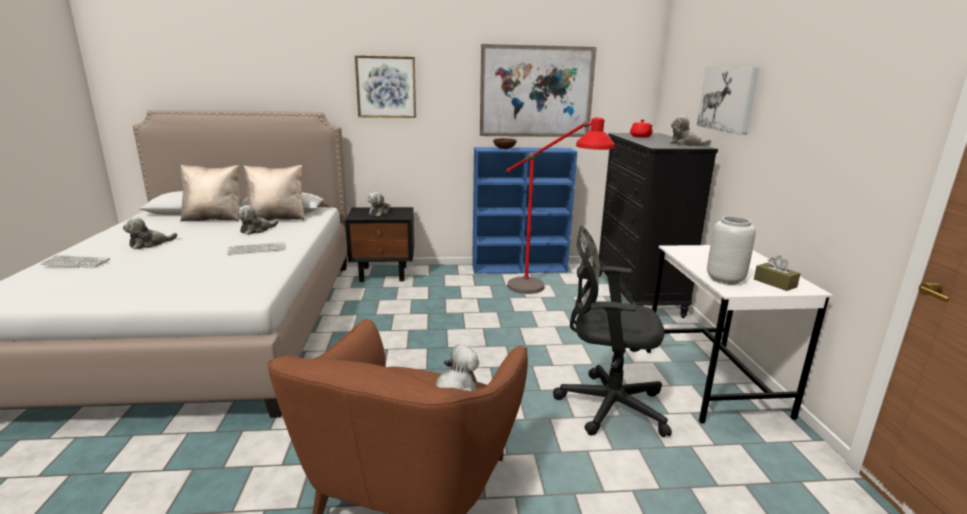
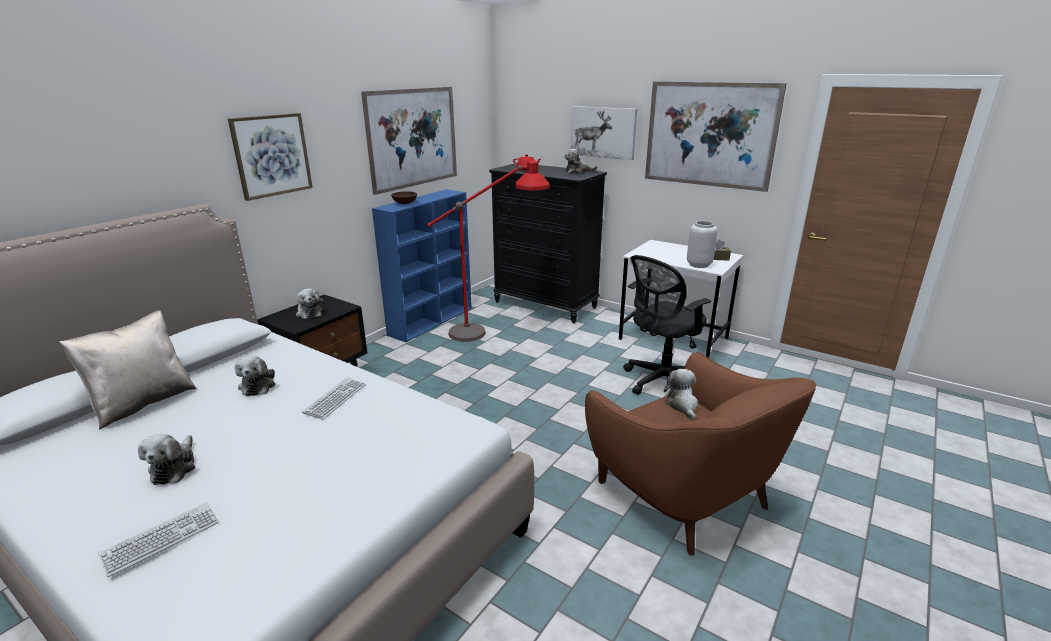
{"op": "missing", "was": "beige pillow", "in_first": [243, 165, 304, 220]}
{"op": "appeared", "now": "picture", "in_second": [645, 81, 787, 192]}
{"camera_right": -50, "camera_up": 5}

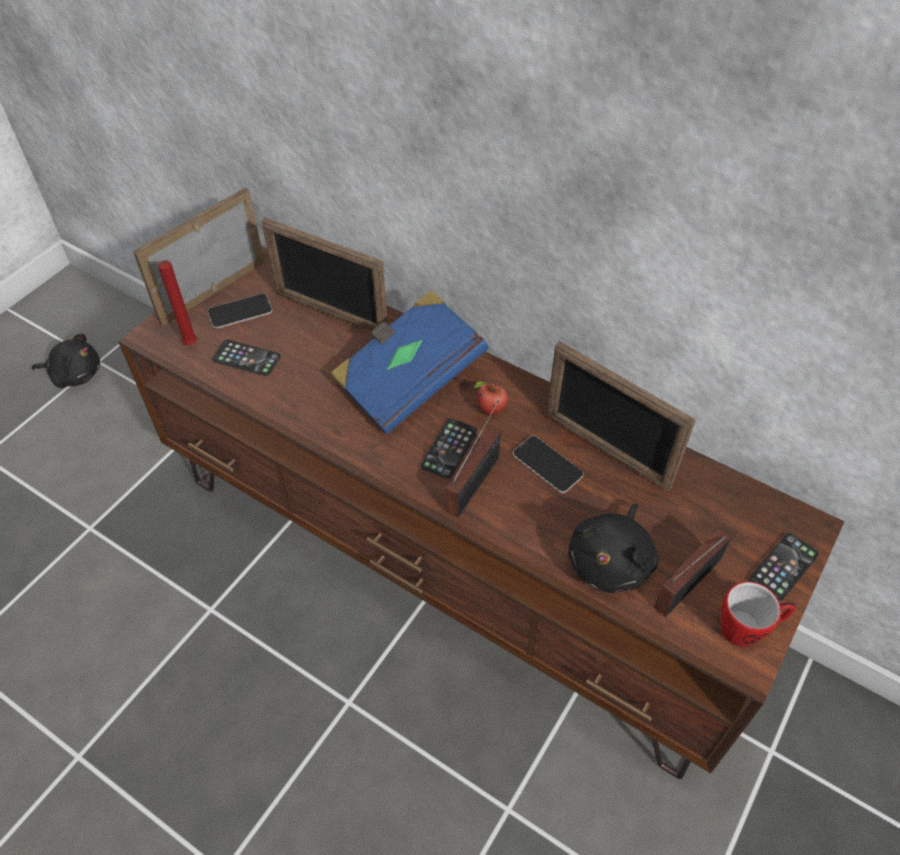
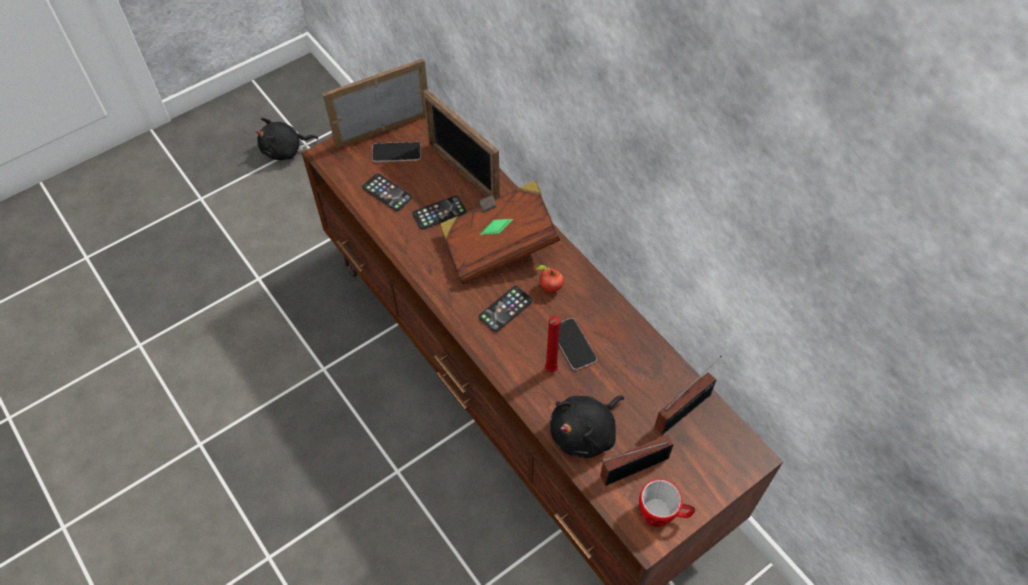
{"op": "spun", "was": "black plush toy", "in_first": [32, 333, 100, 388], "in_second": [255, 118, 318, 160], "clockwise": 135}
{"op": "relocated", "was": "red candle", "in_first": [157, 260, 197, 345], "in_second": [545, 315, 561, 373]}
{"op": "colour", "was": "blue book", "now": "brown book", "in_first": [330, 290, 489, 435], "in_second": [440, 181, 560, 284]}
{"op": "relocated", "was": "radio", "in_first": [446, 400, 501, 518], "in_second": [654, 355, 722, 435]}
{"op": "missing", "was": "picture frame", "in_first": [546, 341, 696, 491]}
{"op": "relocated", "was": "phone", "in_first": [749, 533, 819, 602], "in_second": [412, 196, 466, 230]}
{"camera_right": 20, "camera_up": 5}

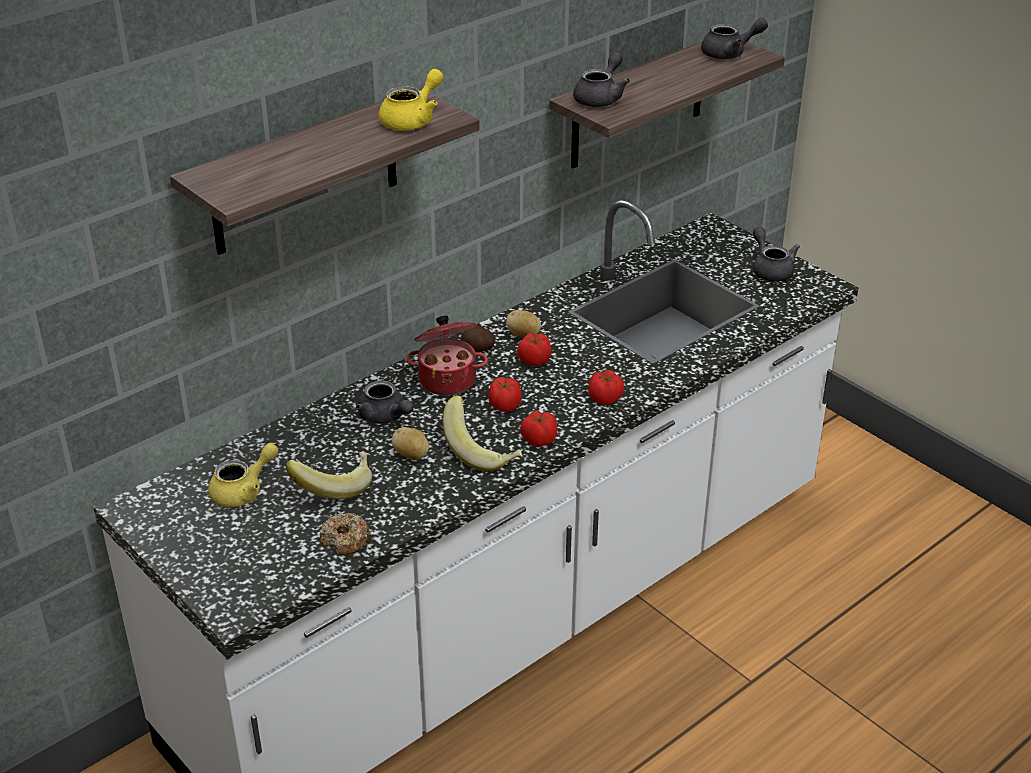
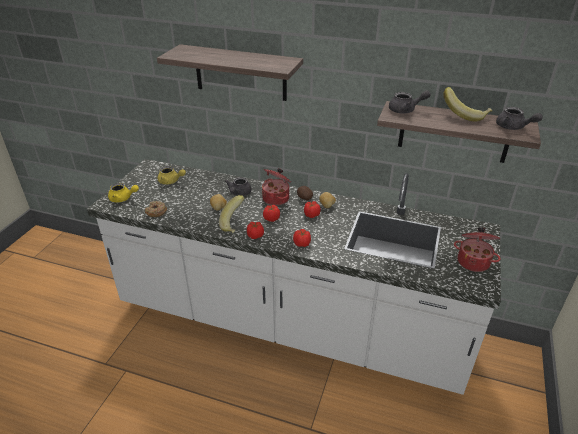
{"op": "relocated", "was": "banana", "in_first": [286, 452, 372, 499], "in_second": [443, 87, 493, 122]}
{"op": "relocated", "was": "yellow teapot", "in_first": [378, 69, 443, 130], "in_second": [108, 183, 139, 202]}
{"op": "exchanged", "was": "grey teapot", "now": "cooking pot", "in_first": [753, 227, 800, 282], "in_second": [454, 227, 500, 272]}
{"camera_right": 60, "camera_up": 0}

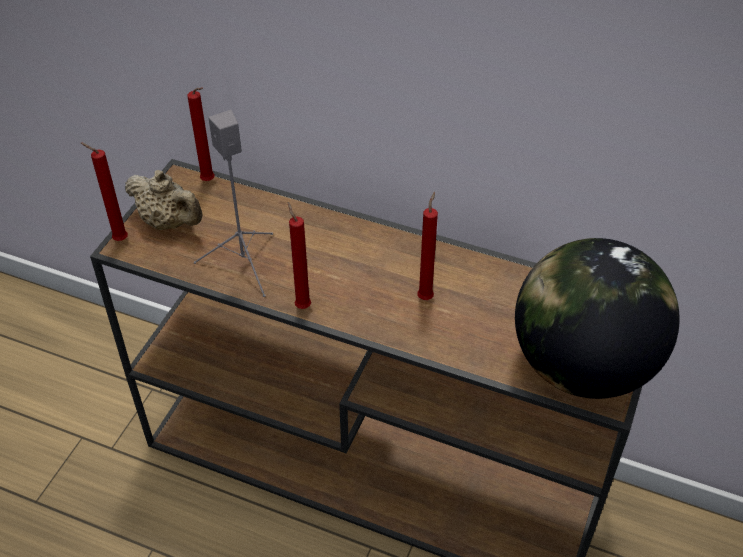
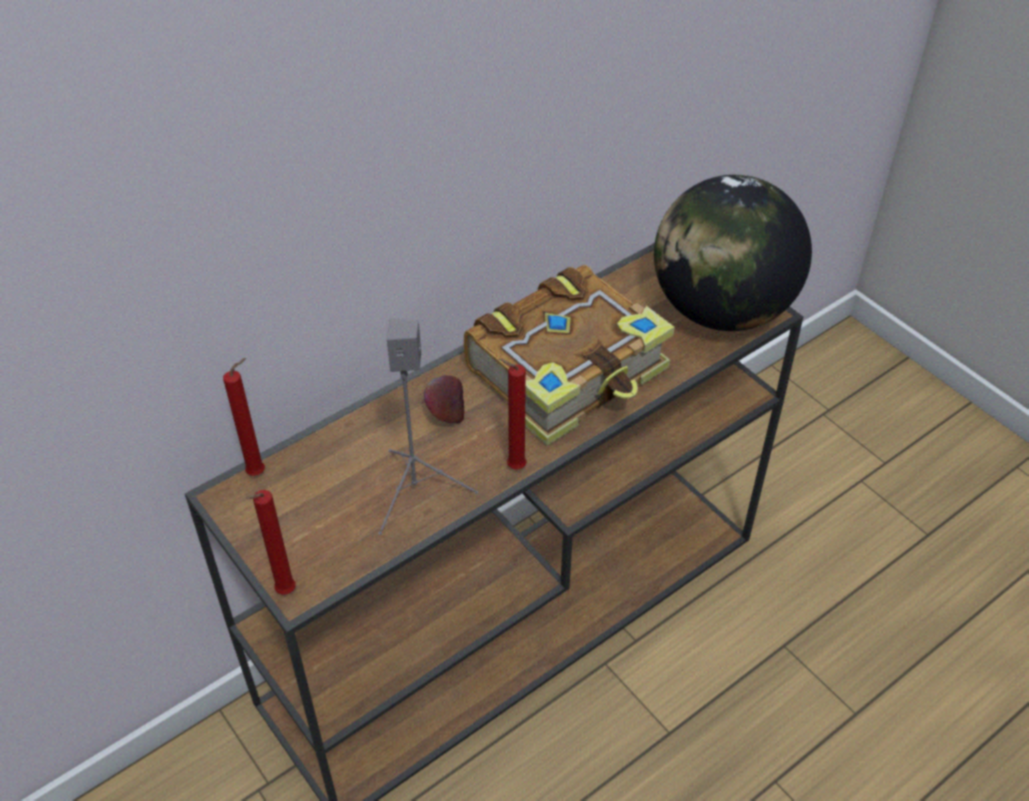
{"op": "missing", "was": "beige teapot", "in_first": [125, 170, 203, 230]}
{"op": "exchanged", "was": "red candle", "now": "book", "in_first": [417, 192, 438, 300], "in_second": [464, 265, 675, 446]}
{"op": "appeared", "now": "apple", "in_second": [424, 375, 464, 423]}
{"camera_right": -60, "camera_up": 0}

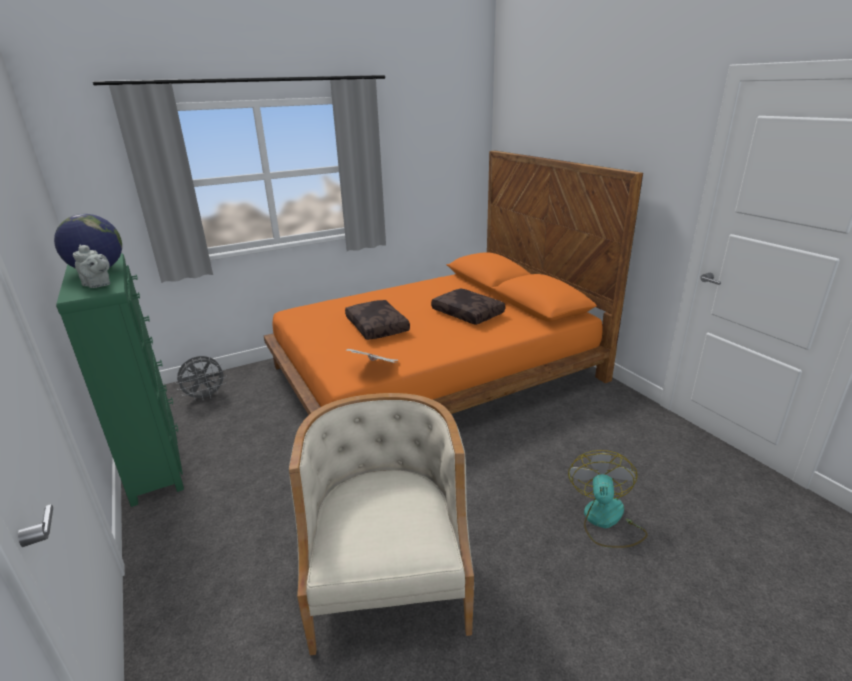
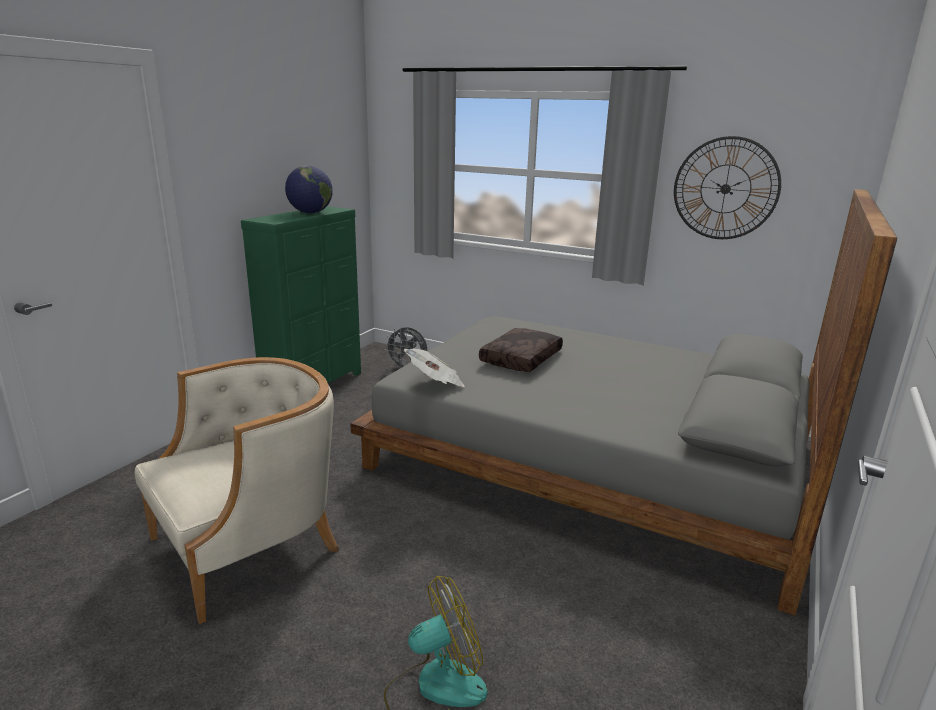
{"op": "missing", "was": "grey teapot", "in_first": [73, 245, 110, 288]}
{"op": "colour", "was": "orange bed", "now": "grey bed", "in_first": [264, 151, 643, 415], "in_second": [350, 189, 897, 616]}
{"op": "missing", "was": "brown pillow", "in_first": [431, 289, 505, 325]}
{"op": "appeared", "now": "wall clock", "in_second": [674, 136, 781, 239]}
{"camera_right": 55, "camera_up": -5}

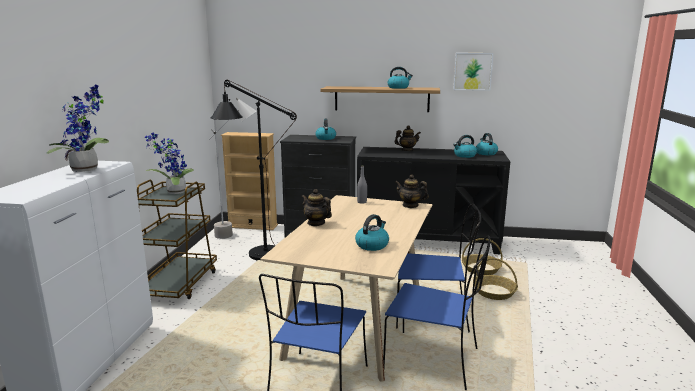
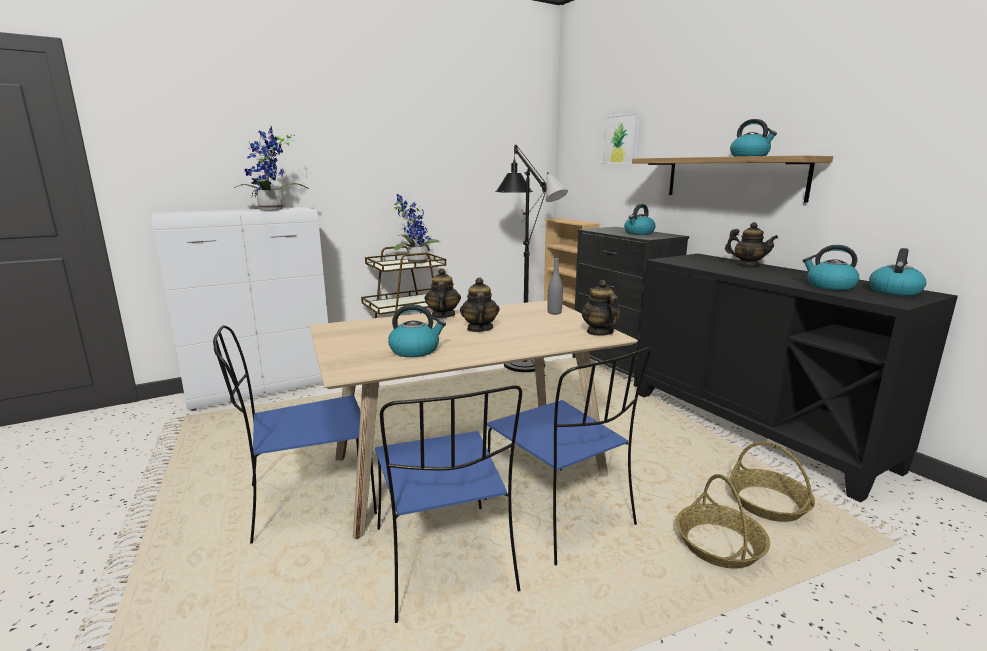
{"op": "relocated", "was": "picture", "in_first": [453, 53, 494, 91], "in_second": [602, 113, 640, 164]}
{"op": "appeared", "now": "teapot", "in_second": [460, 277, 500, 332]}
{"camera_right": 50, "camera_up": 0}

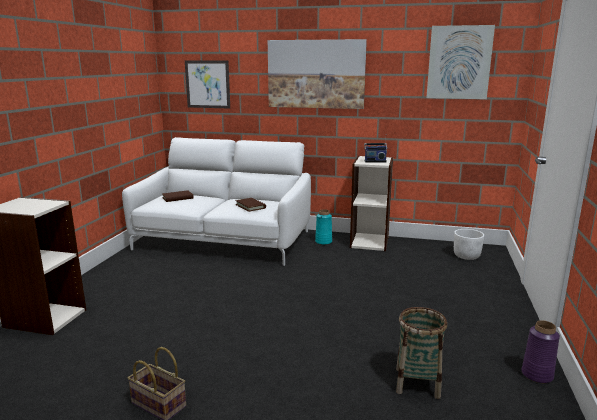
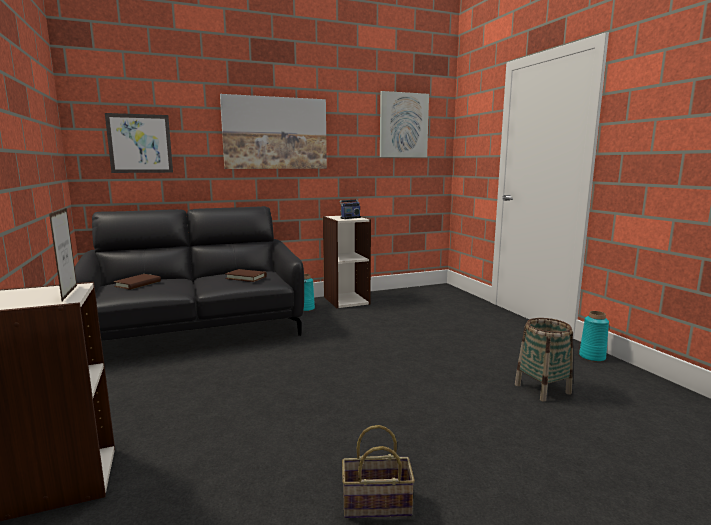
{"op": "colour", "was": "white sofa", "now": "black sofa", "in_first": [122, 137, 311, 266], "in_second": [75, 206, 304, 341]}
{"op": "missing", "was": "white planter", "in_first": [454, 229, 484, 260]}
{"op": "colour", "was": "purple vase", "now": "turquoise vase", "in_first": [522, 320, 560, 383], "in_second": [579, 311, 609, 362]}
{"op": "appeared", "now": "picture frame", "in_second": [49, 208, 77, 301]}
{"camera_right": -35, "camera_up": -5}

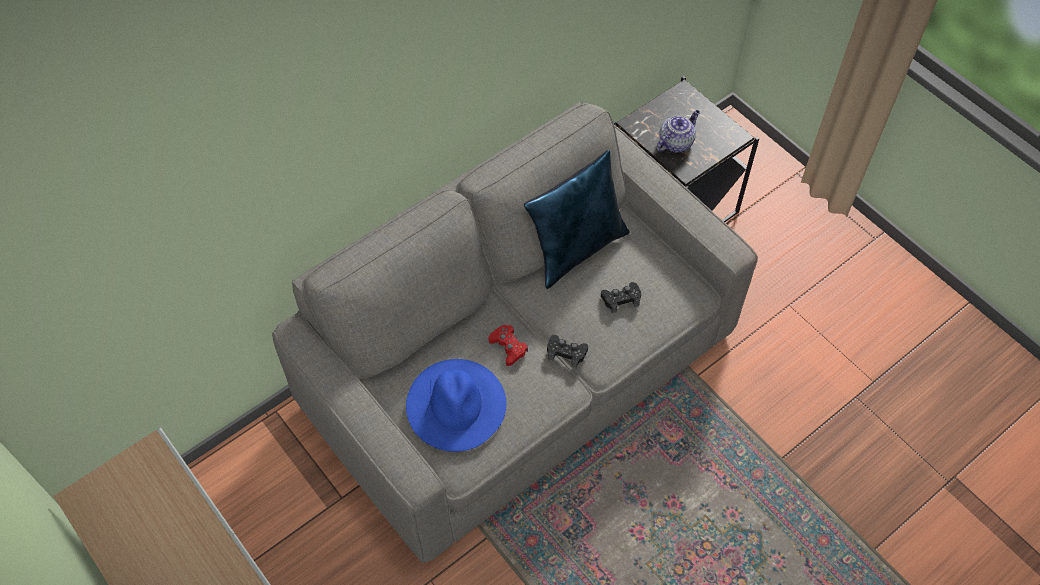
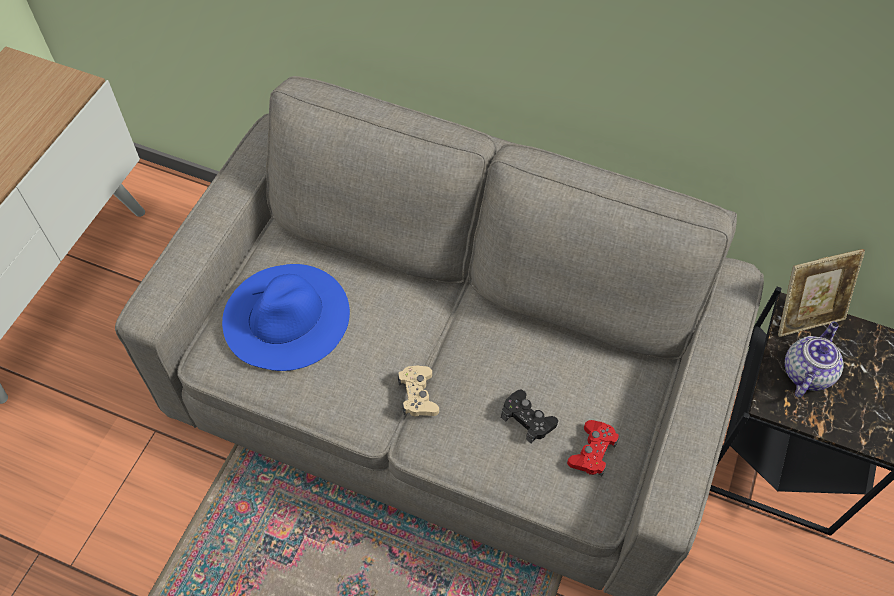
{"op": "relocated", "was": "red game controller", "in_first": [489, 325, 528, 366], "in_second": [567, 420, 619, 477]}
{"op": "missing", "was": "blue pillow", "in_first": [524, 150, 630, 289]}
{"op": "colour", "was": "black game controller", "now": "beige game controller", "in_first": [547, 335, 588, 368], "in_second": [398, 365, 439, 416]}
{"op": "spun", "was": "teapot", "in_first": [657, 110, 700, 153], "in_second": [785, 321, 844, 398], "clockwise": -75}
{"op": "appeared", "now": "picture frame", "in_second": [778, 249, 865, 337]}
{"camera_right": 60, "camera_up": 0}

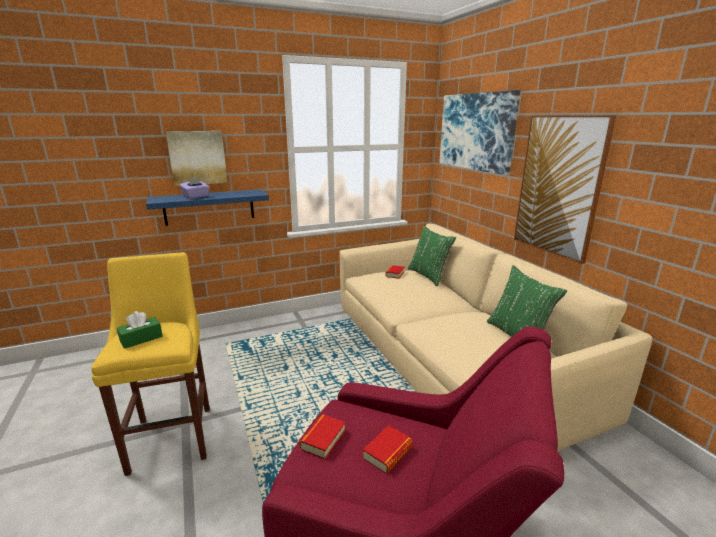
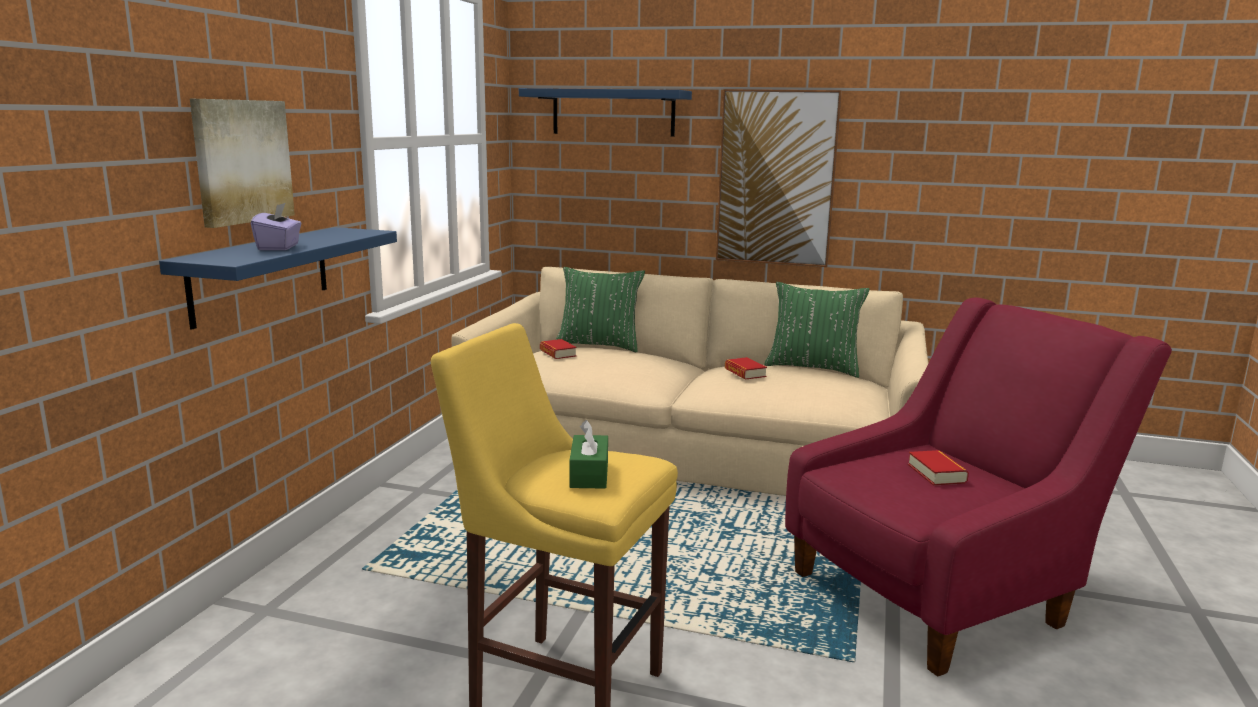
{"op": "relocated", "was": "book", "in_first": [299, 414, 346, 460], "in_second": [725, 357, 767, 380]}
{"op": "exchanged", "was": "picture", "now": "blue shelf", "in_first": [439, 90, 520, 175], "in_second": [519, 88, 692, 137]}
{"camera_right": -50, "camera_up": -5}

